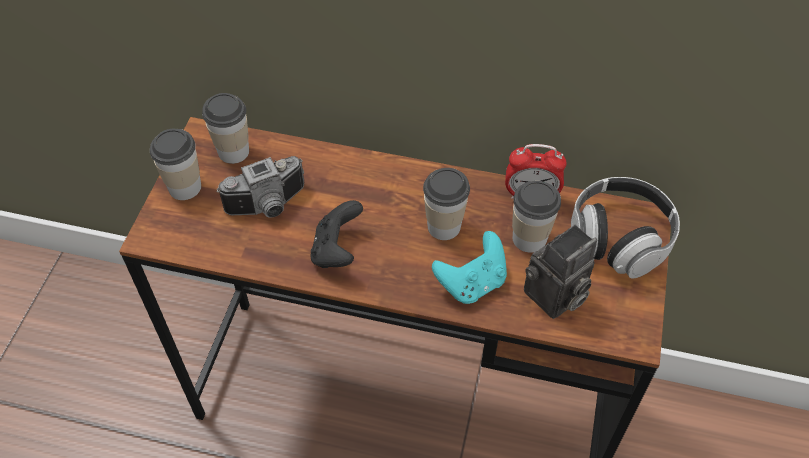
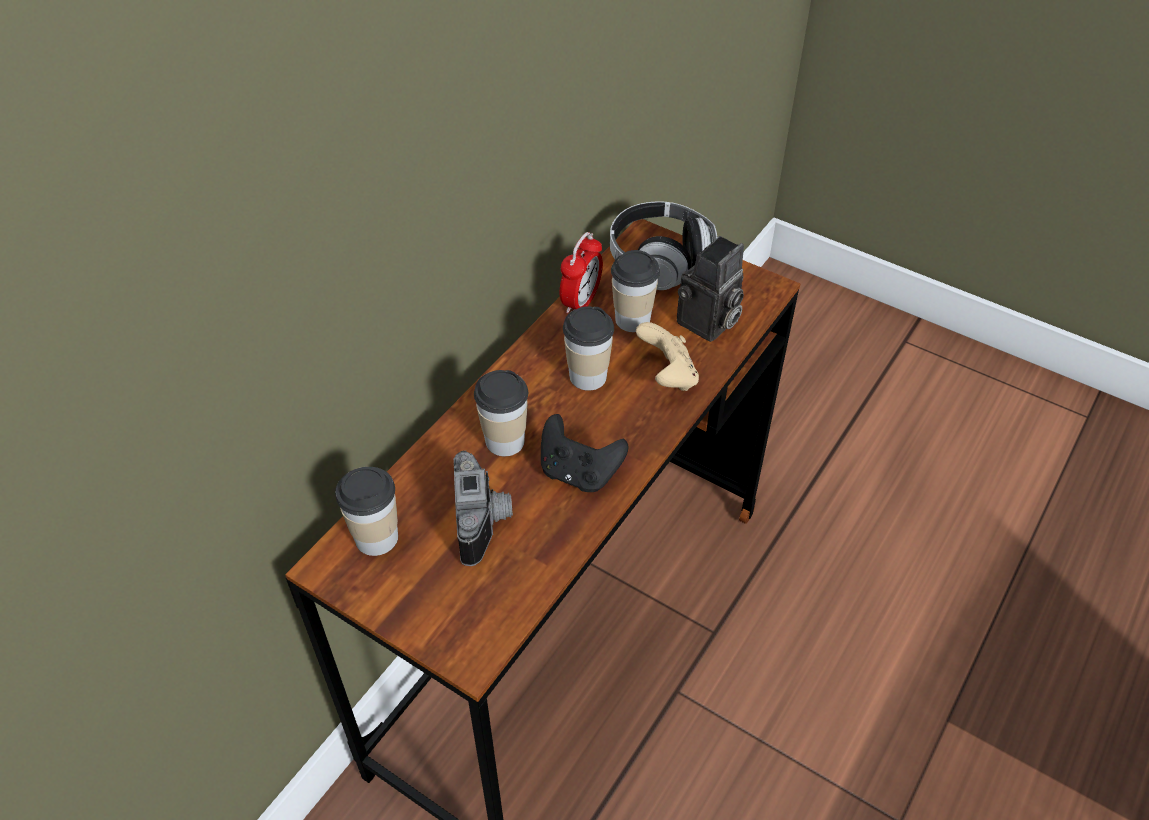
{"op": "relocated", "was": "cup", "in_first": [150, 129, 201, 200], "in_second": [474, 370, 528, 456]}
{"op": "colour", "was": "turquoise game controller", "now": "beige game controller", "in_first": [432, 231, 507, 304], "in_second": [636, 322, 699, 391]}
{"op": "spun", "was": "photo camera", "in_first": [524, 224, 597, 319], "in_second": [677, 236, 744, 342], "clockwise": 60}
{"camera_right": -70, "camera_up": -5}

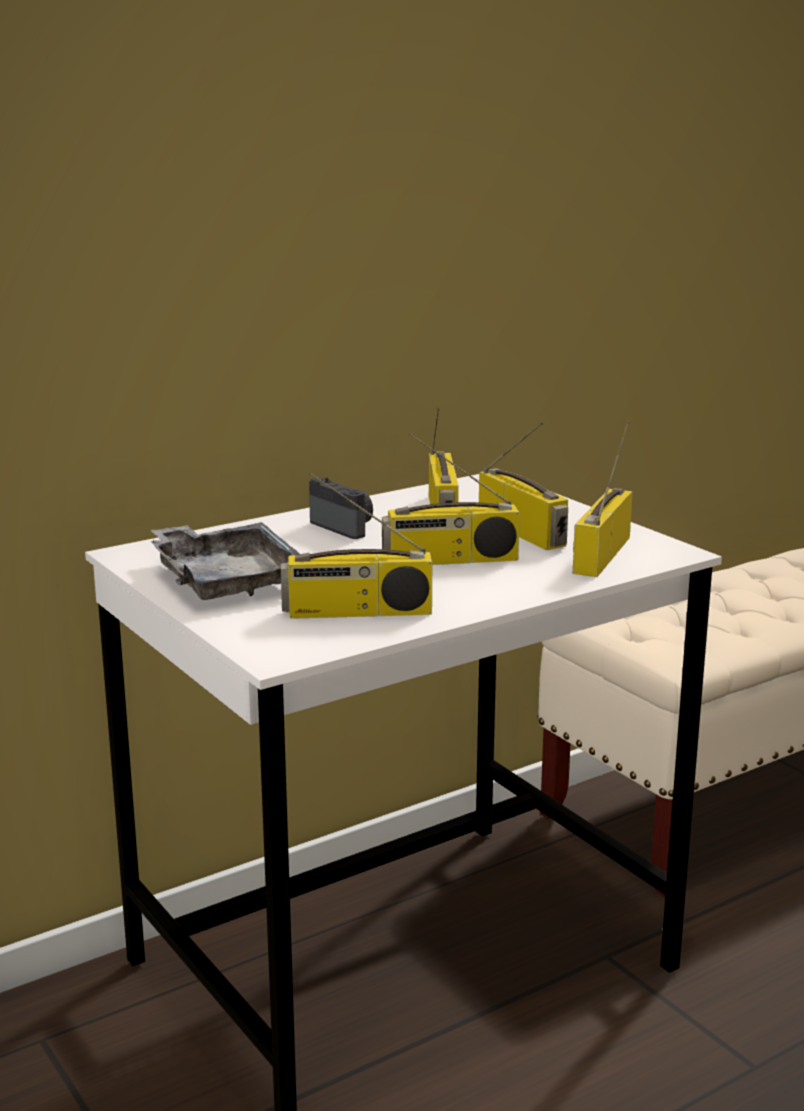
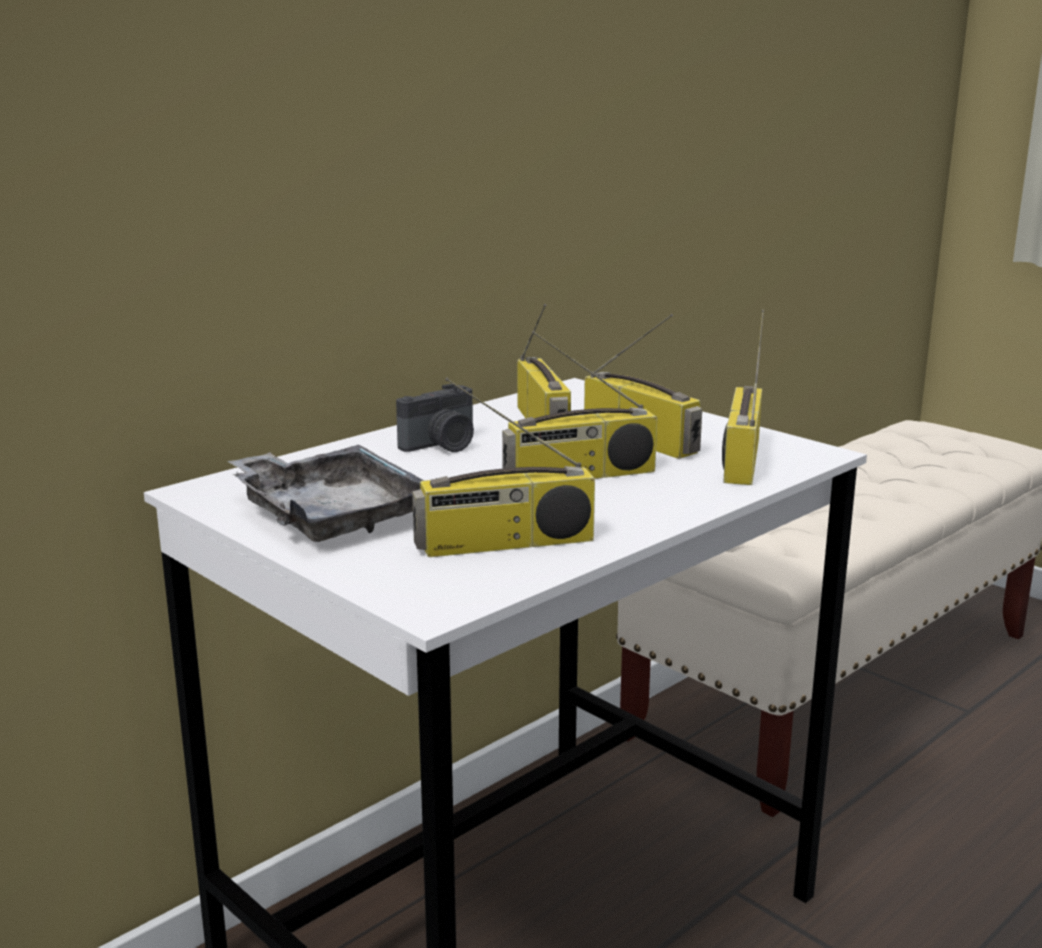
{"op": "spun", "was": "photo camera", "in_first": [309, 477, 373, 539], "in_second": [396, 383, 474, 452], "clockwise": 105}
{"camera_right": -10, "camera_up": 0}

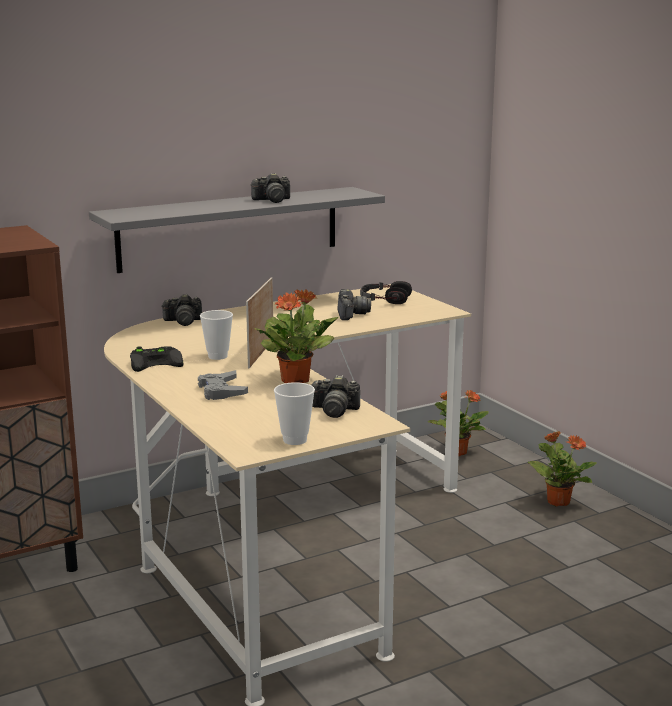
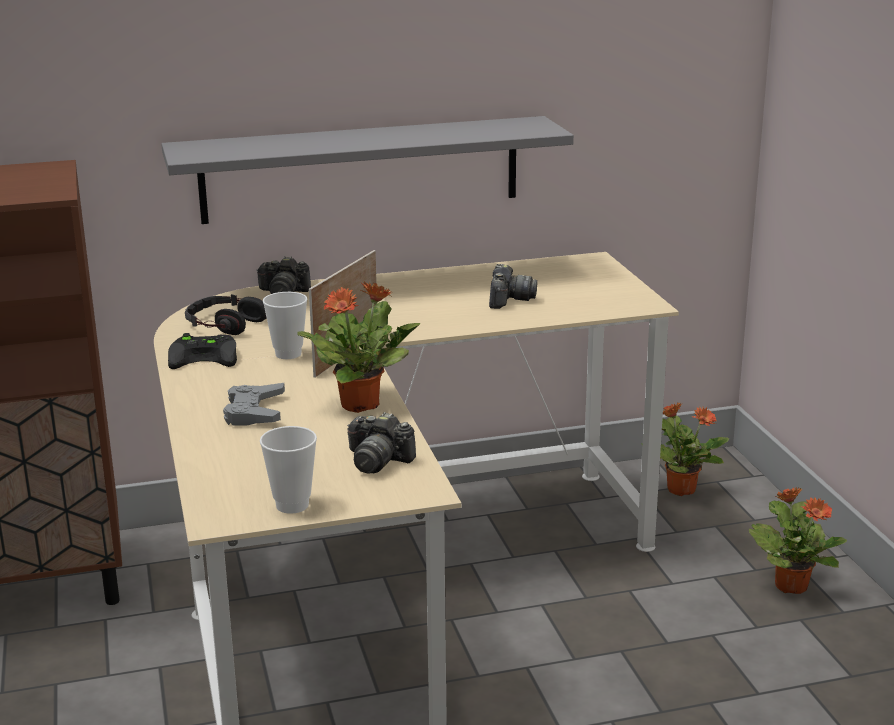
{"op": "missing", "was": "photo camera", "in_first": [250, 173, 290, 203]}
{"op": "relocated", "was": "headphones", "in_first": [360, 281, 412, 304], "in_second": [185, 294, 267, 335]}
{"camera_right": 15, "camera_up": 5}

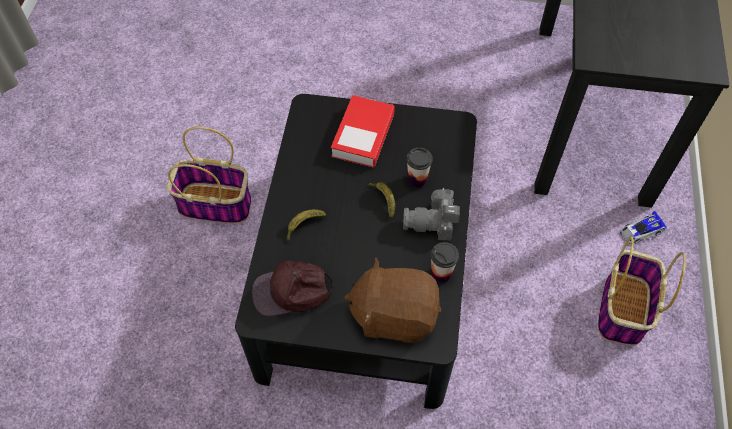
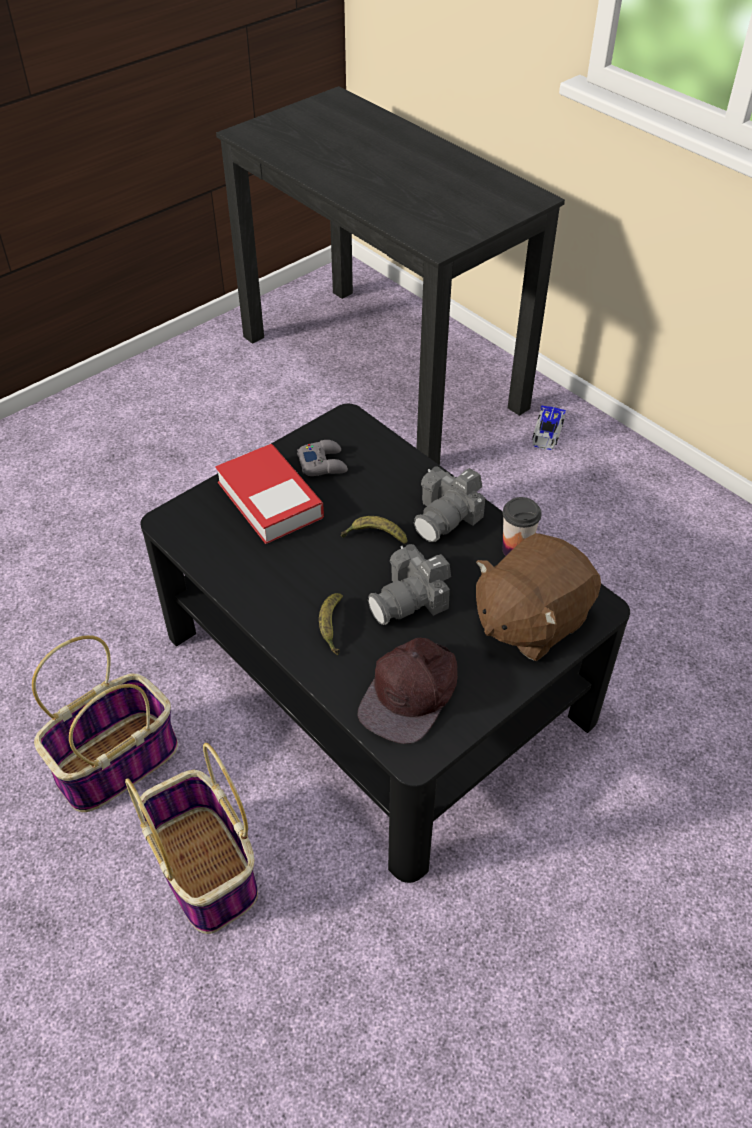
{"op": "missing", "was": "cup", "in_first": [406, 148, 433, 188]}
{"op": "relocated", "was": "basket", "in_first": [598, 237, 686, 346], "in_second": [125, 743, 258, 934]}
{"op": "appeared", "now": "grey game controller", "in_second": [297, 440, 348, 476]}
{"op": "appeared", "now": "photo camera", "in_second": [368, 544, 451, 625]}
{"camera_right": -50, "camera_up": -10}

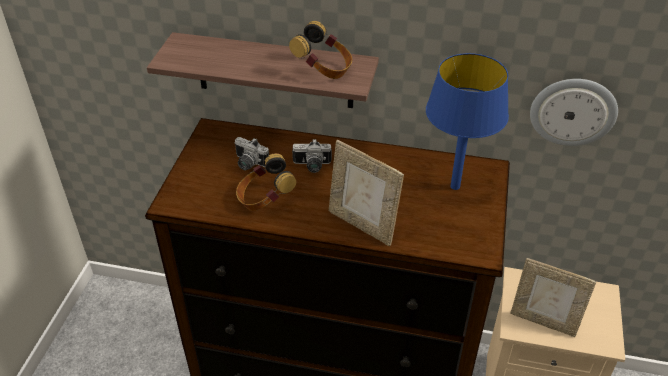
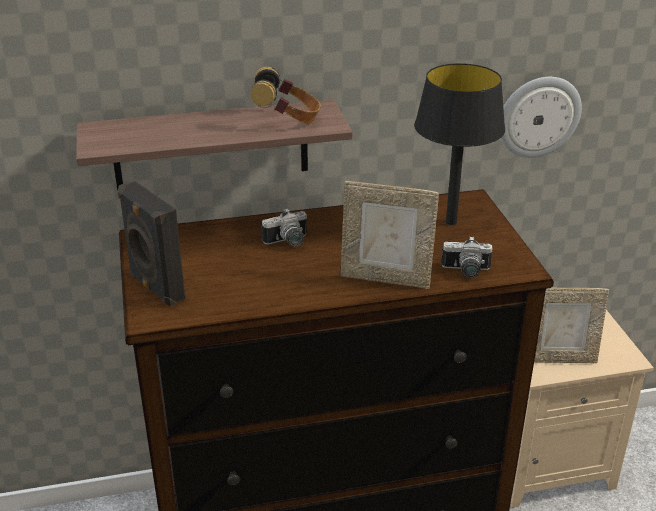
{"op": "relocated", "was": "photo camera", "in_first": [235, 137, 269, 170], "in_second": [441, 236, 493, 278]}
{"op": "missing", "was": "headphones", "in_first": [236, 153, 296, 211]}
{"op": "colour", "was": "blue table lamp", "now": "black table lamp", "in_first": [426, 53, 509, 190], "in_second": [414, 63, 505, 225]}
{"op": "appeared", "now": "black speaker", "in_second": [118, 181, 185, 307]}
{"camera_right": -25, "camera_up": -10}

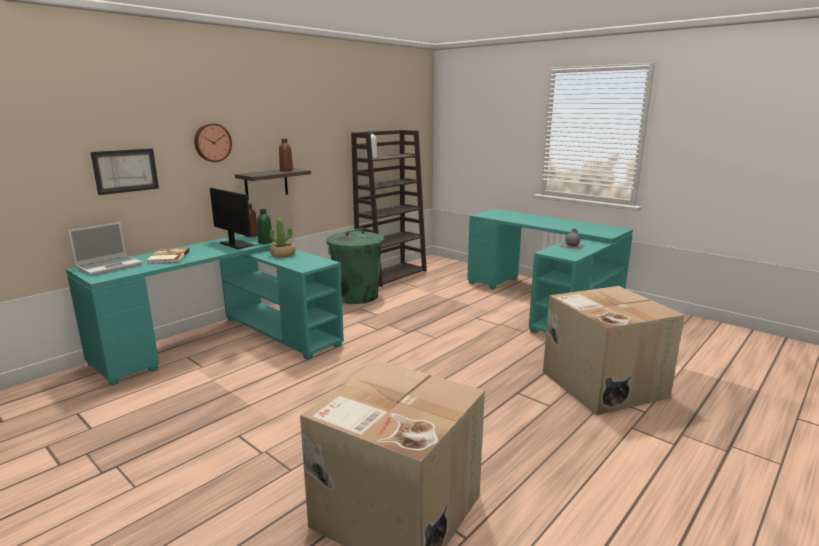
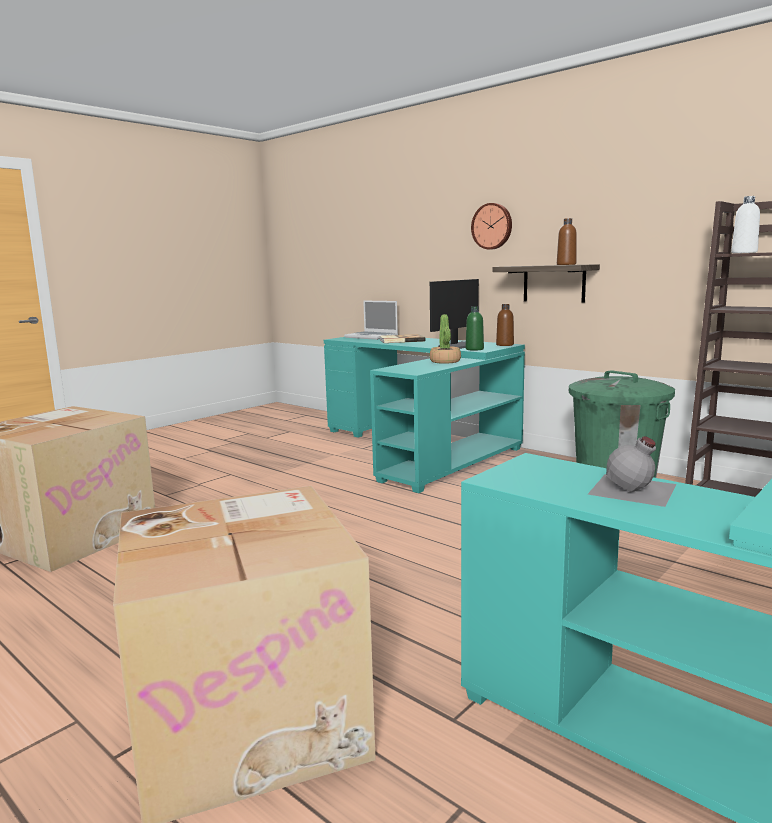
{"op": "missing", "was": "picture", "in_first": [91, 148, 159, 195]}
{"camera_right": 90, "camera_up": -5}

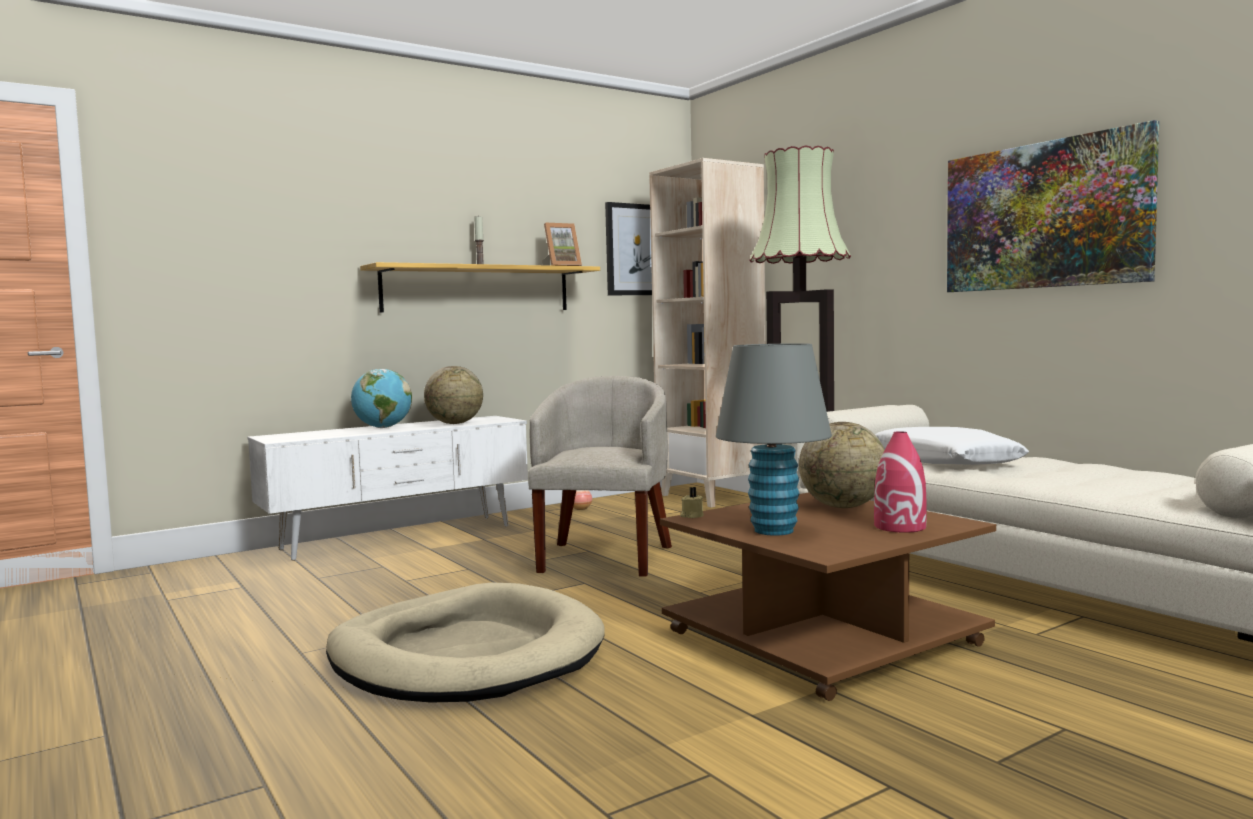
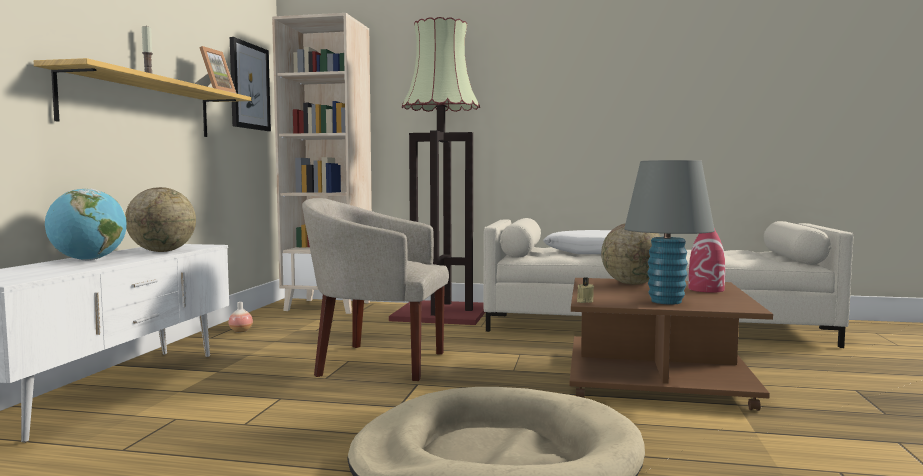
{"op": "spun", "was": "beige armchair", "in_first": [528, 376, 672, 577], "in_second": [302, 198, 449, 381], "clockwise": -45}
{"op": "missing", "was": "picture", "in_first": [947, 120, 1159, 292]}
{"camera_right": -45, "camera_up": 0}

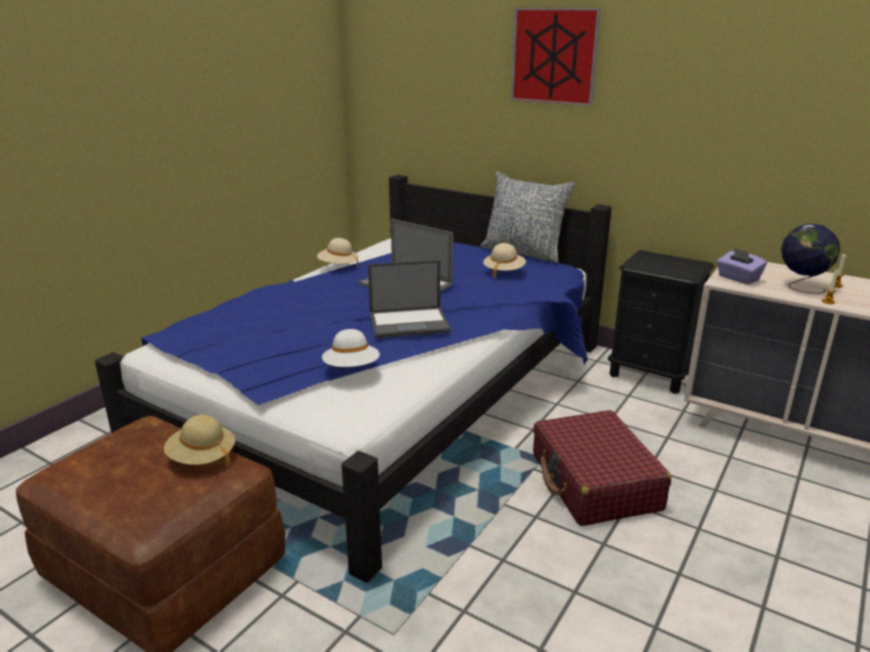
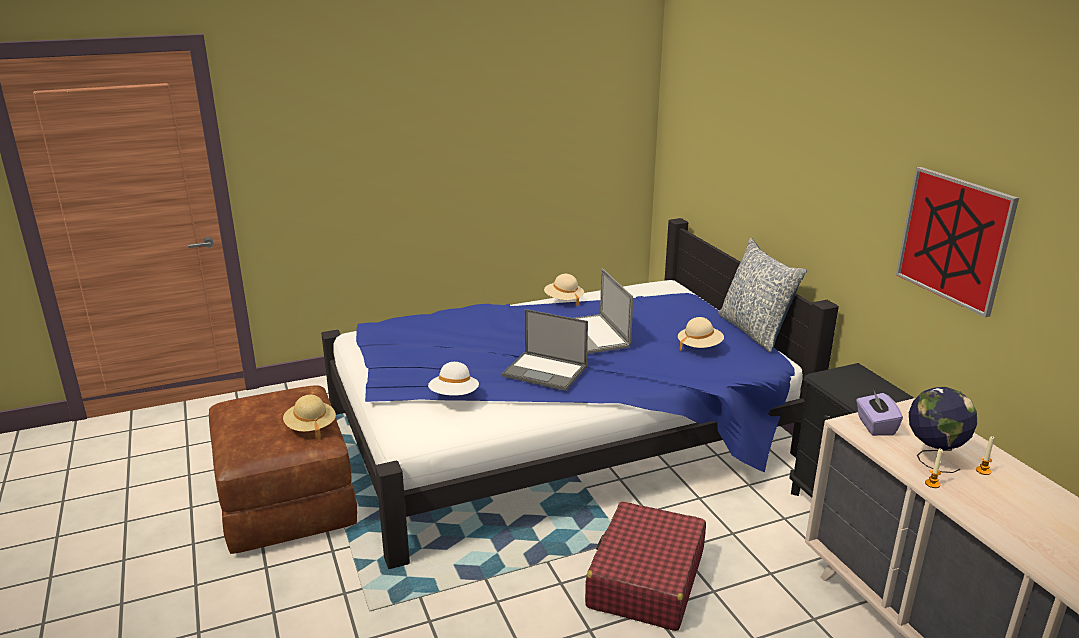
{"op": "relocated", "was": "picture", "in_first": [511, 8, 601, 106], "in_second": [896, 167, 1019, 317]}
{"camera_right": 35, "camera_up": 0}

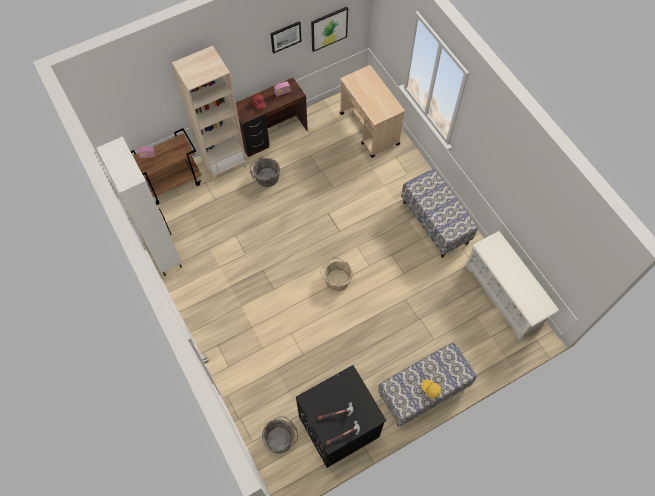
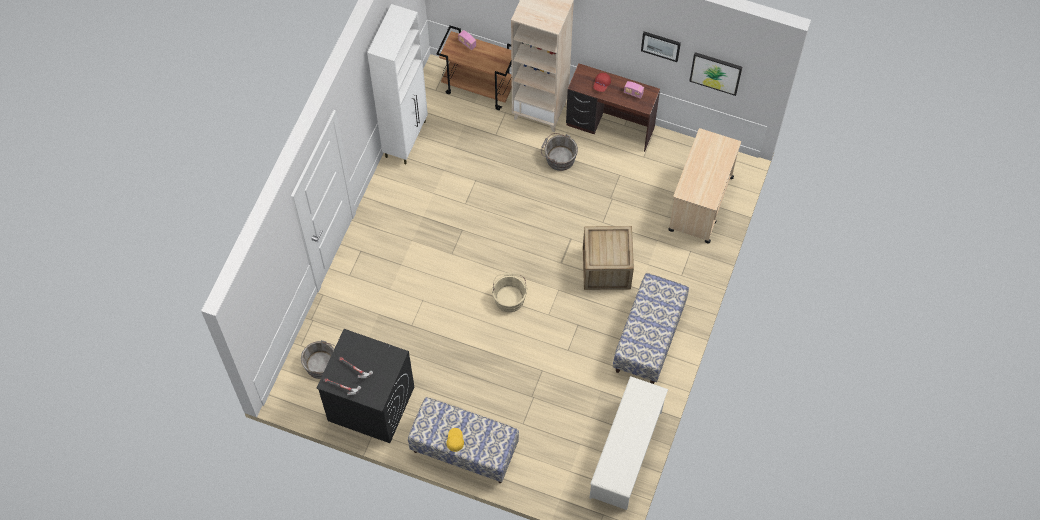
{"op": "appeared", "now": "crate", "in_second": [583, 226, 634, 290]}
{"camera_right": 50, "camera_up": 0}

